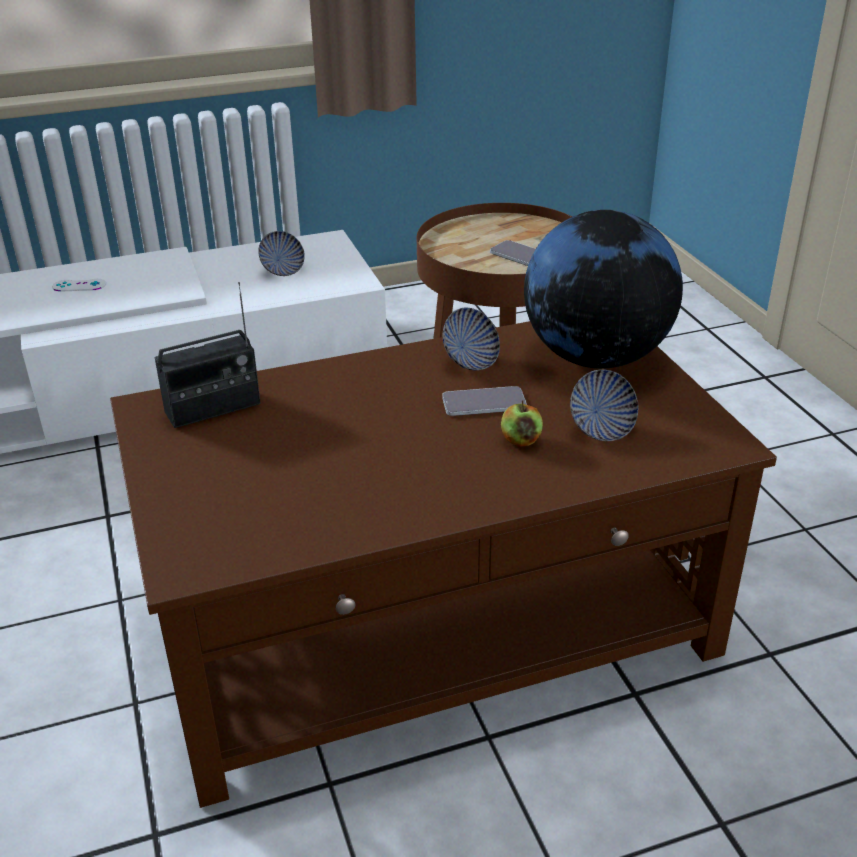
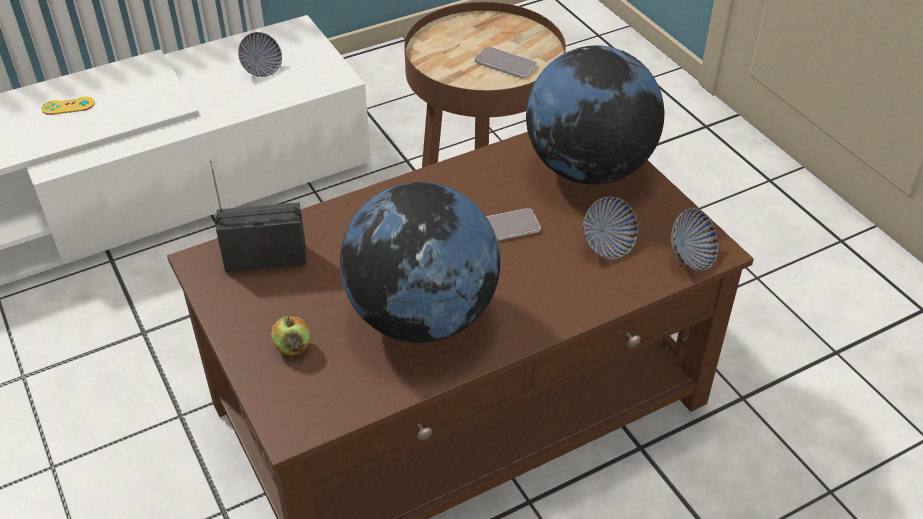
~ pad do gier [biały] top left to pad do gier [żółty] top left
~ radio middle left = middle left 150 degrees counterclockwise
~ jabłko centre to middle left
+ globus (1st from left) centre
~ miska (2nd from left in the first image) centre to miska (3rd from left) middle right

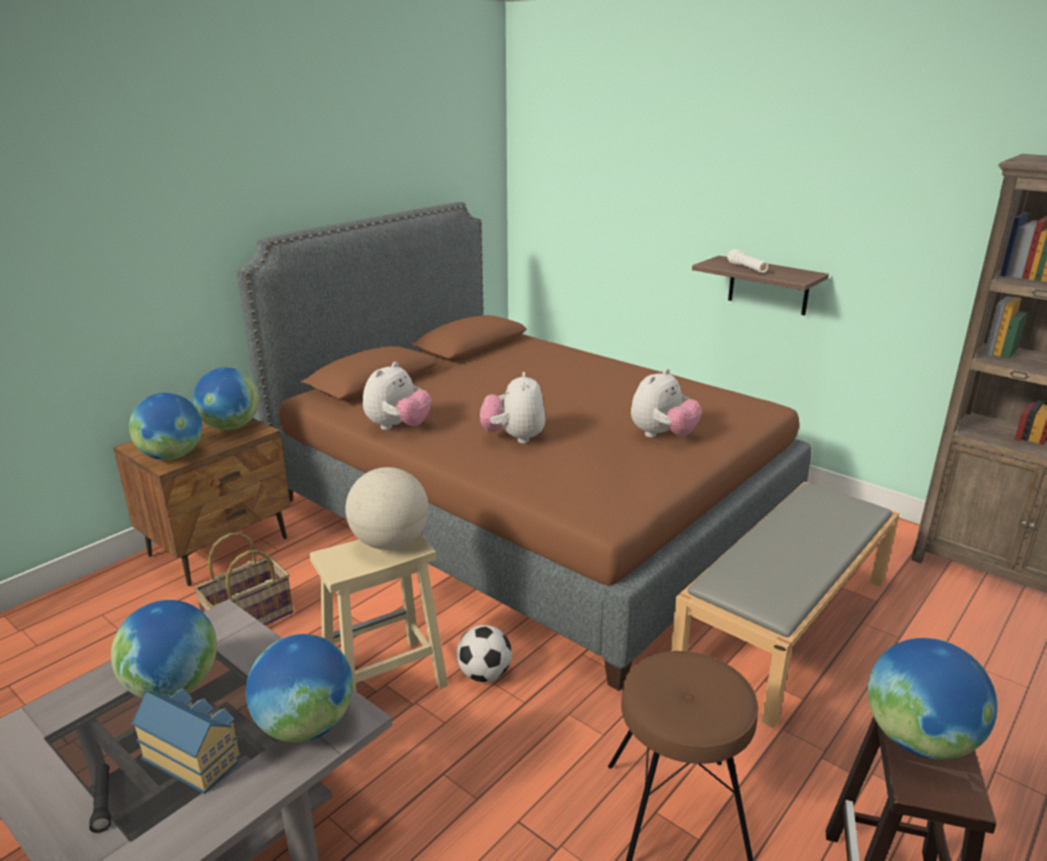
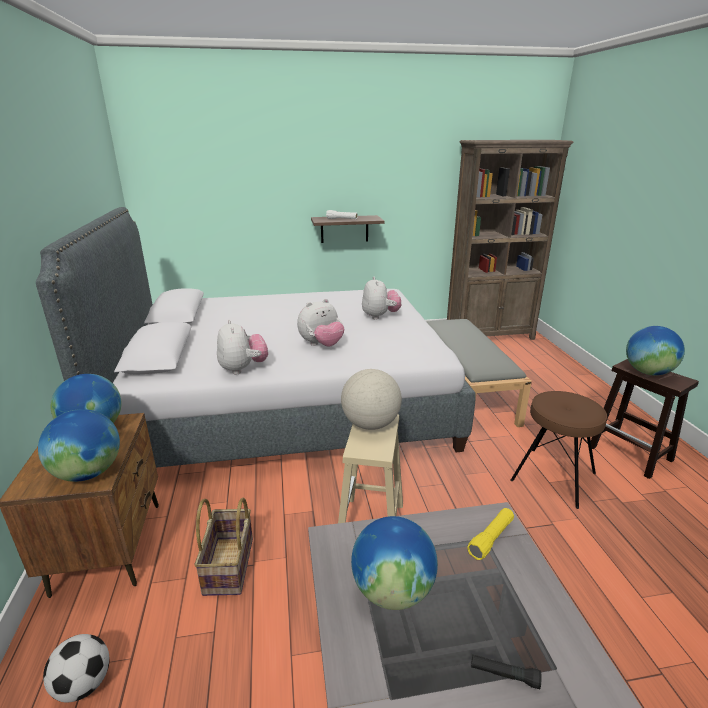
~ łóżko [brązowy] centre to łóżko [szary] centre
~ piłka futbolowa bottom centre to bottom left
~ pluszak (2nd from left) centre = centre 75 degrees counterclockwise
~ globus (4th from left) bottom left to latarka [żółty] bottom right
- domek bottom left

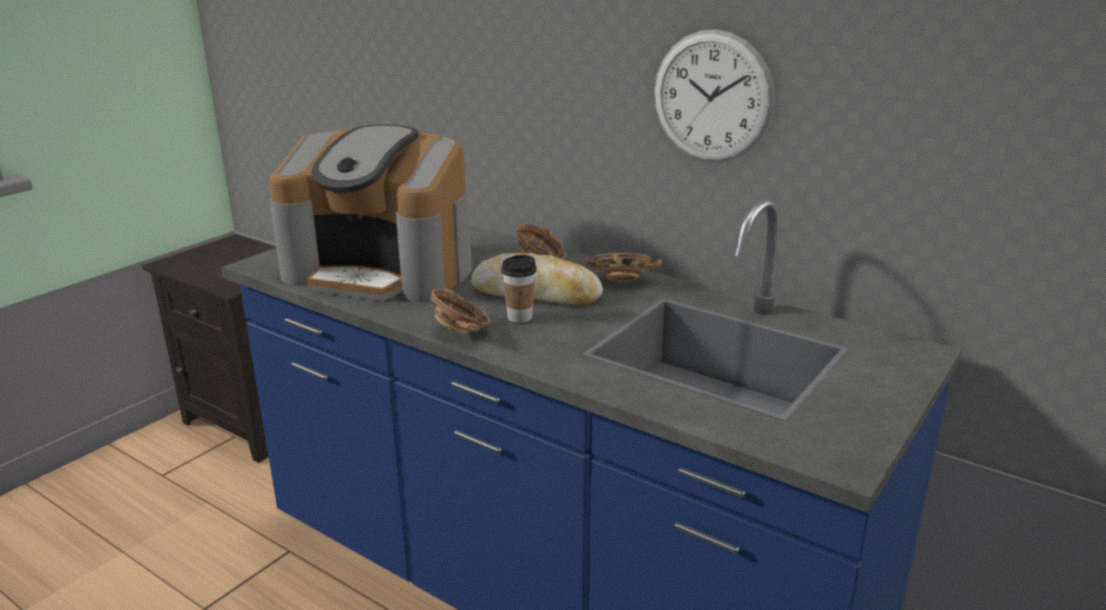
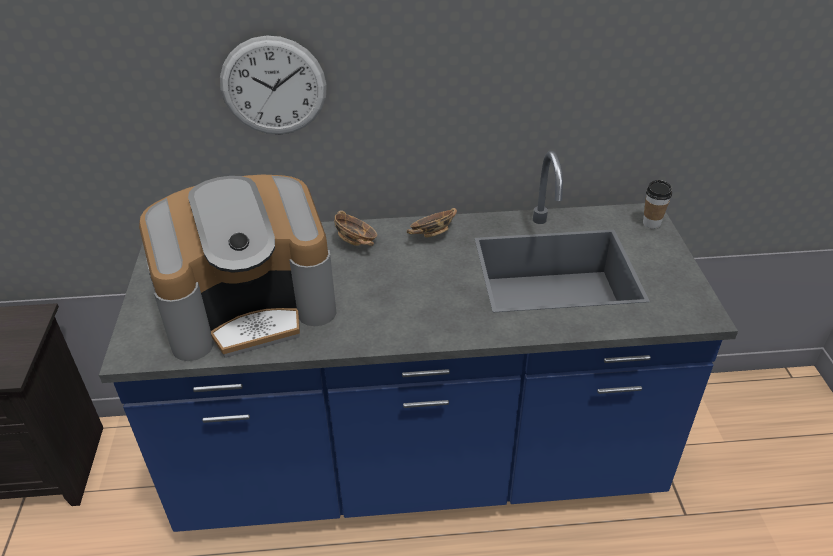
~ zegar ścienny top centre to top left
~ filiżanka centre to middle right
- miska (1st from left) centre
- chleb centre

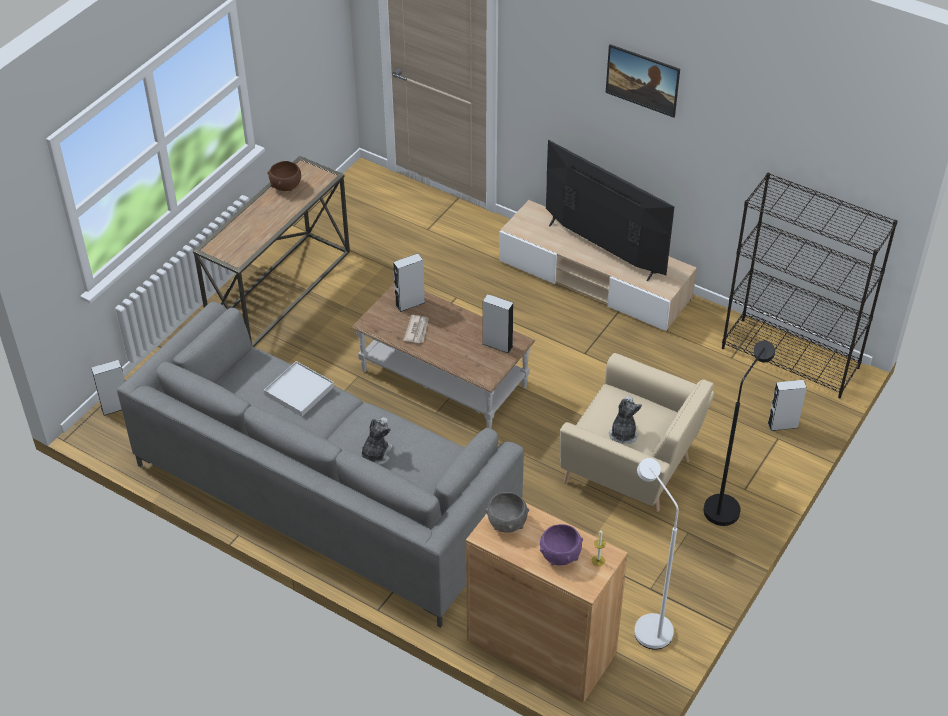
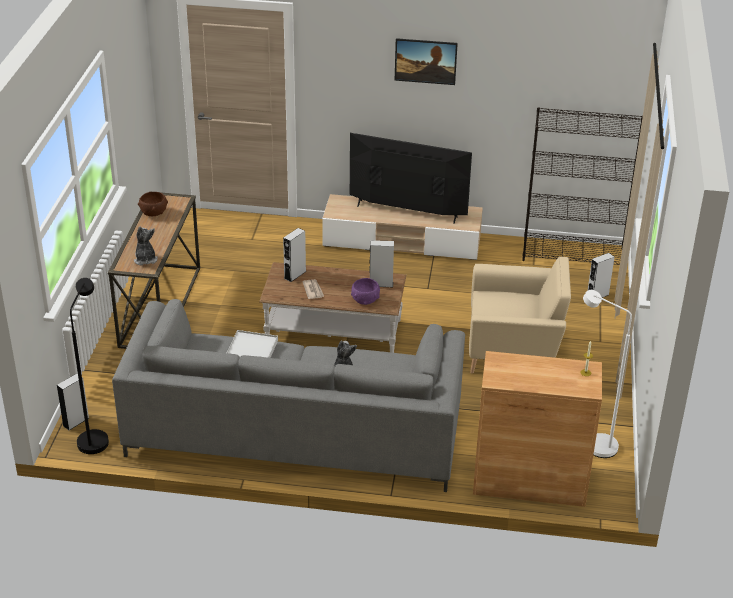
~ lampa stojąca [czarny] middle right to middle left
~ pluszak (2nd from left in the first image) centre to pluszak (1st from left) middle left
~ miska [fioletowy] bottom centre to centre
- miska [szary] bottom centre

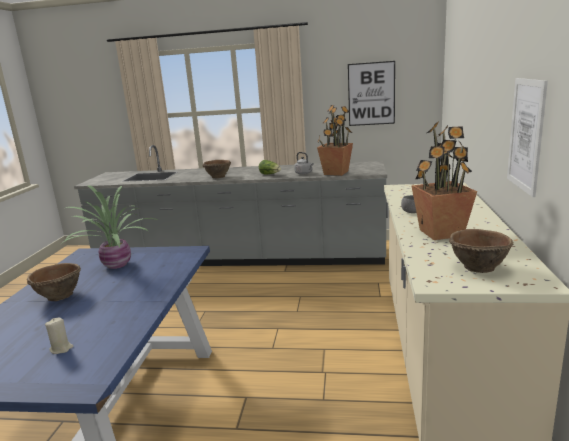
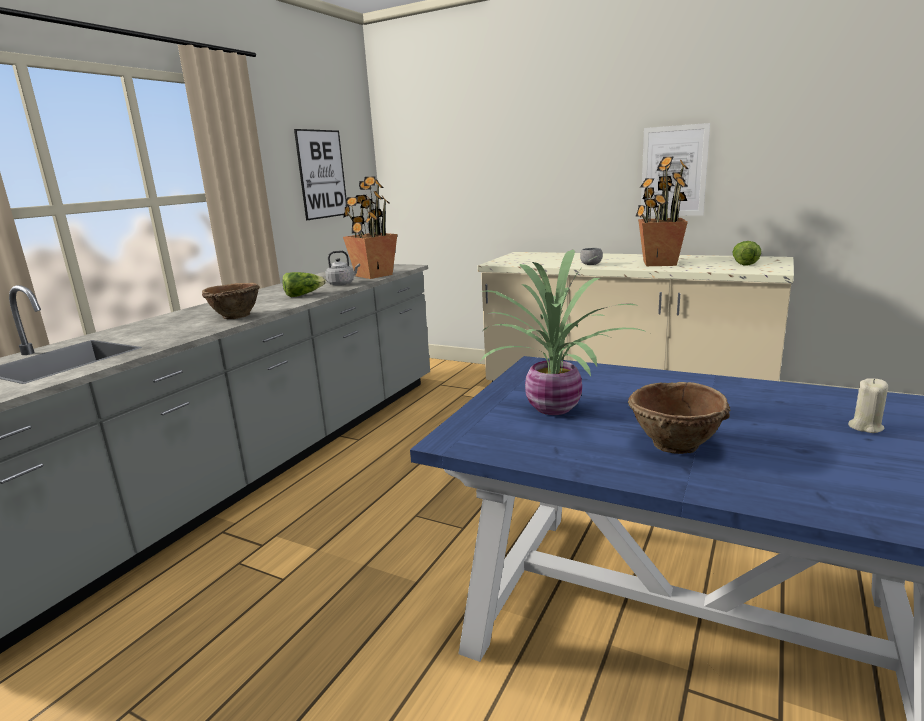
~ miska [brązowy] (3rd from left) middle right to sałata (2nd from left) middle right

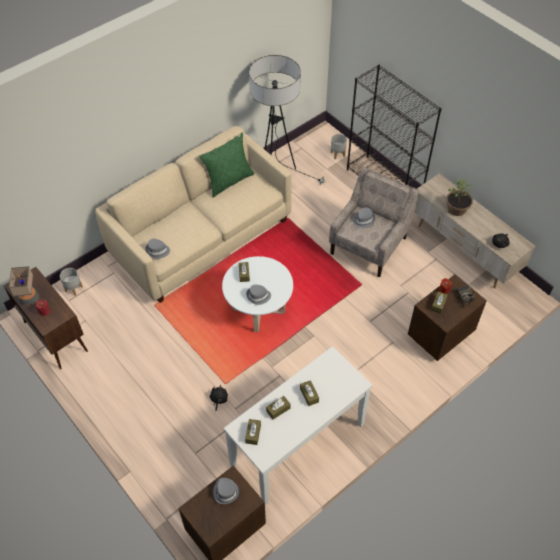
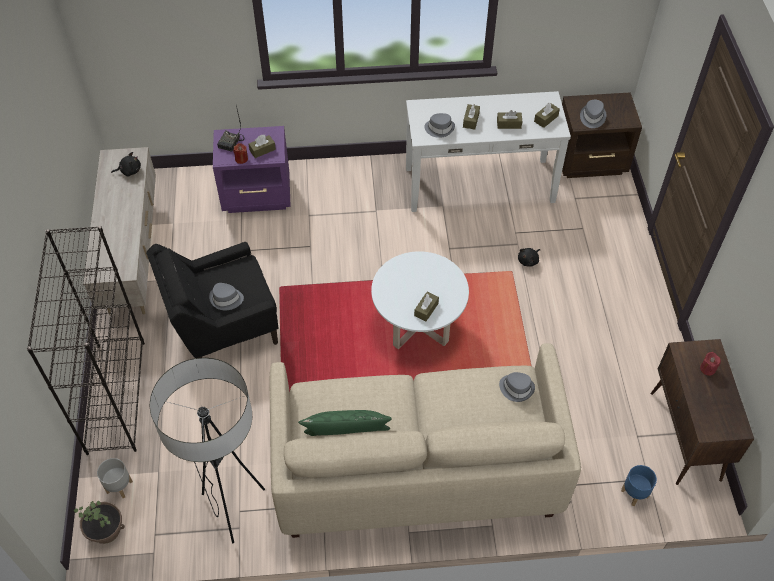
~ roślina doniczkowa middle right to bottom left
~ fotel [beżowy] middle right to fotel [czarny] middle left
~ szafka nocna [brązowy] (2nd from left) middle right to szafka nocna [fioletowy] top left
~ kapelusz [szary] (3rd from left in the first image) centre to kapelusz [szary] (2nd from left) top centre
~ donica [szary] (1st from left) middle left to donica [niebieski] bottom right
- lampa stołowa middle left

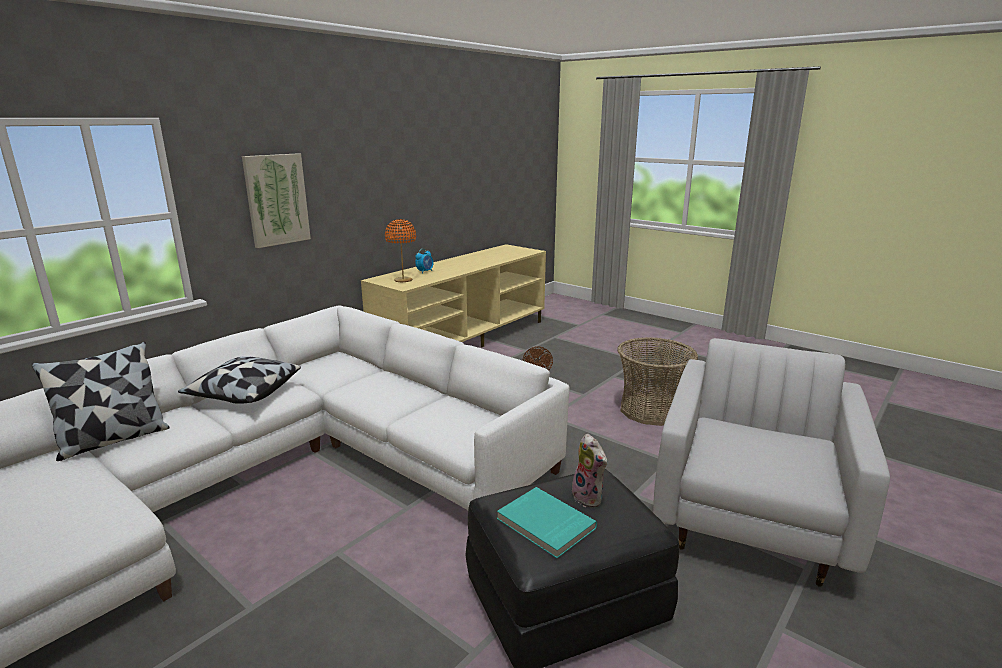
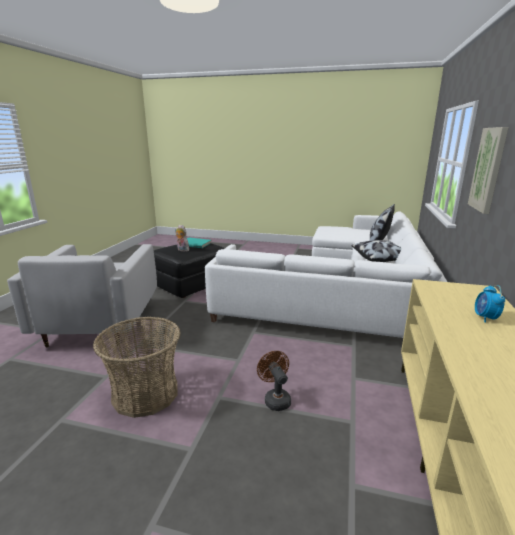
- lampa stołowa [pomarańczowy] centre

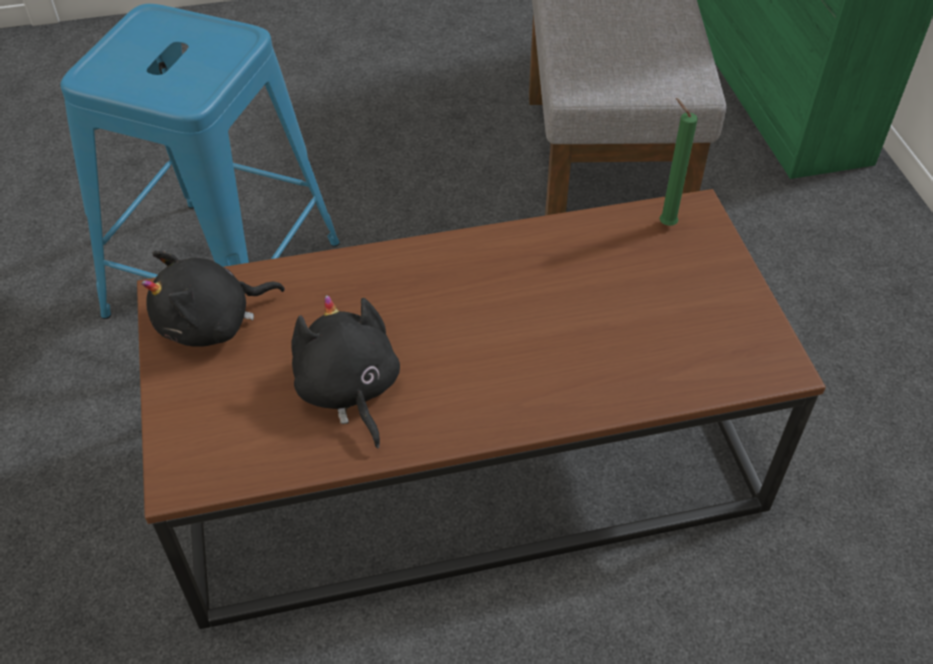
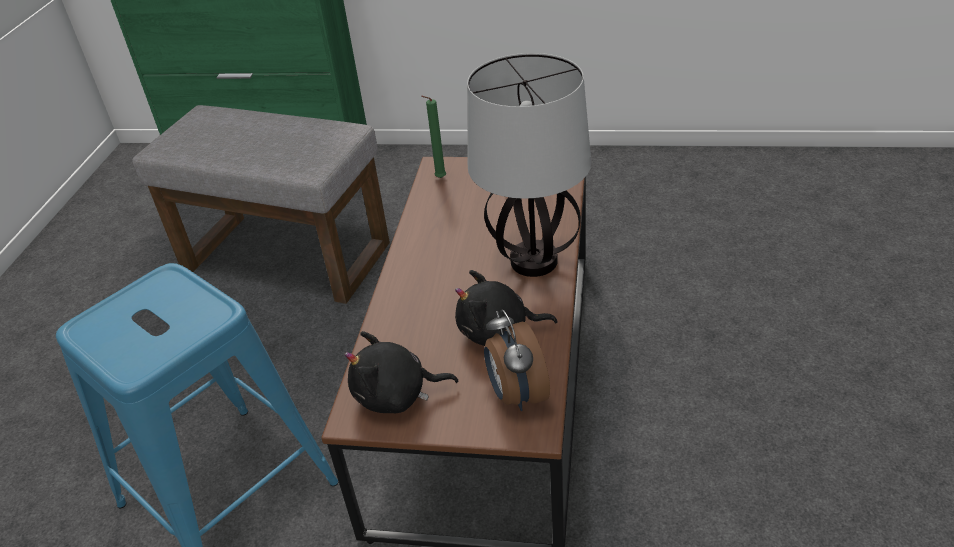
~ pluszak [czarny] (1st from left) middle left = bottom centre 90 degrees clockwise
+ lampa stołowa top centre
+ budzik centre

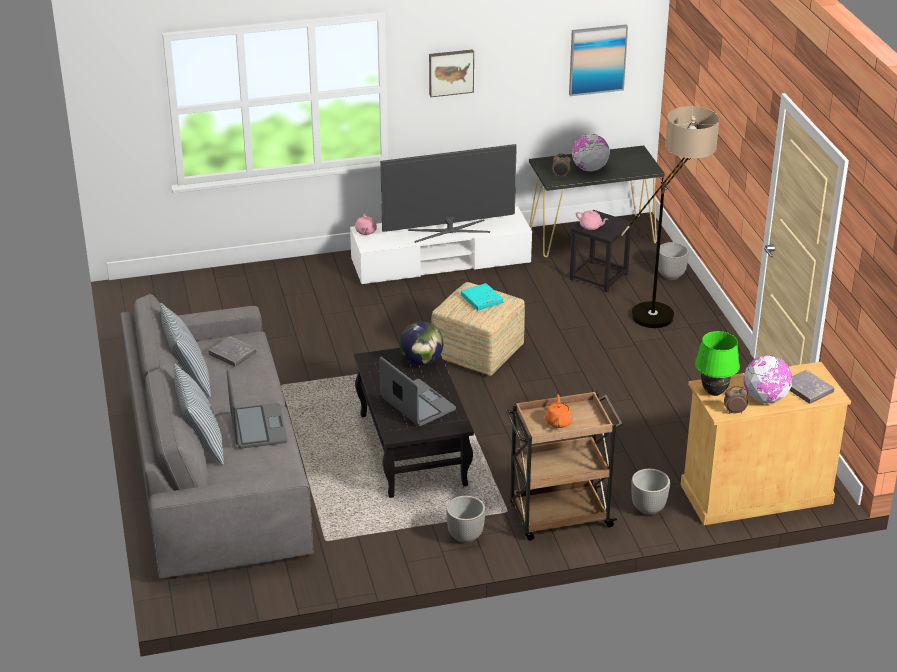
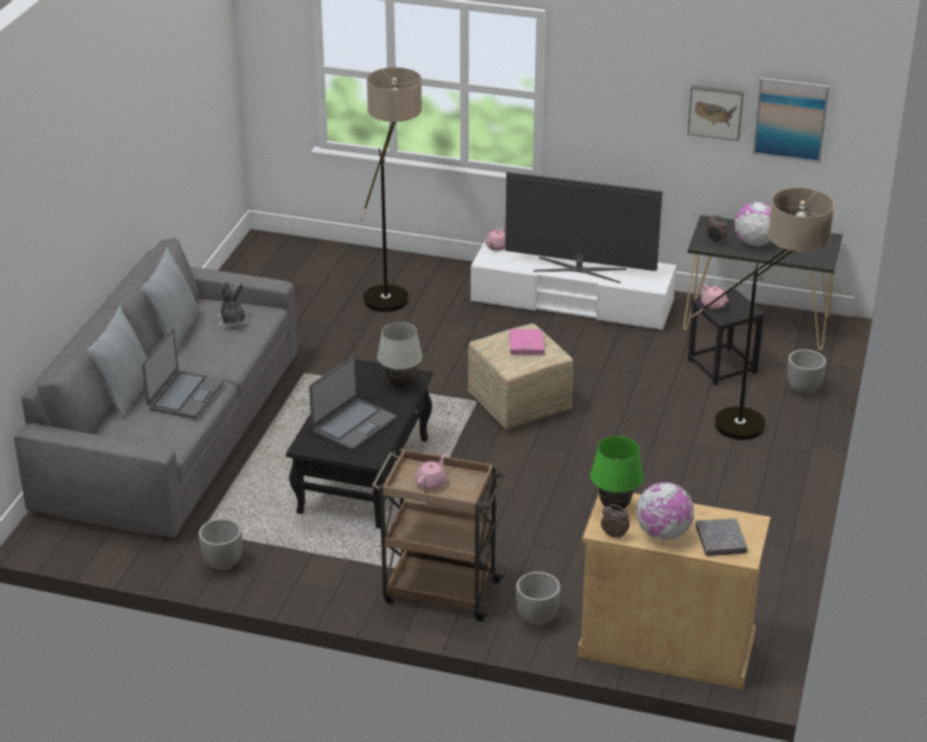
~ donica (1st from left) bottom centre to bottom left
~ książka [szary] (1st from left) middle left to pluszak middle left
~ laptop (2nd from left) centre = centre 45 degrees clockwise
+ lampa stojąca (1st from left) top centre
~ globus (1st from left) centre to lampa stołowa [biały] centre
~ imbryk [pomarańczowy] centre to imbryk [różowy] (1st from left) centre
~ książka [turkusowy] centre to książka [różowy] centre
~ obraz (1st from left) top centre to top right

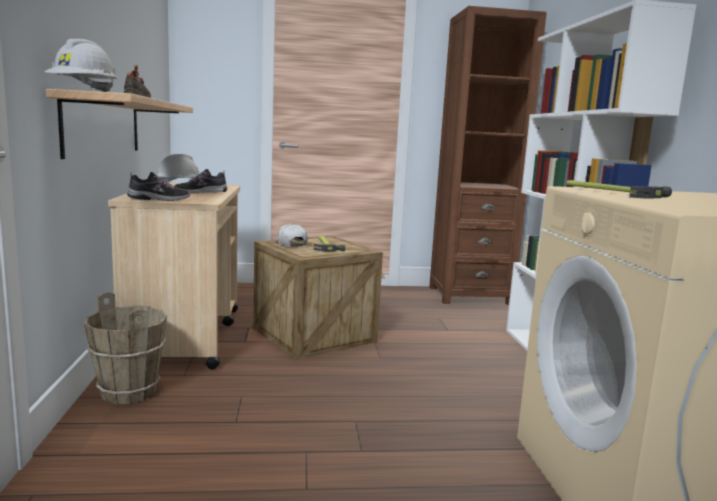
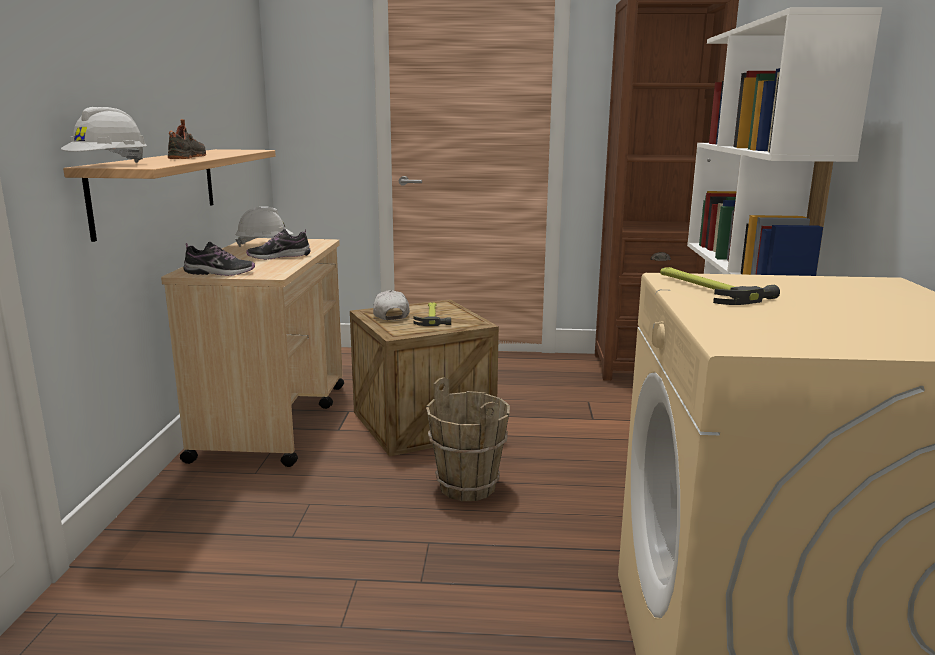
~ wiadro [brązowy] bottom left to bottom centre

